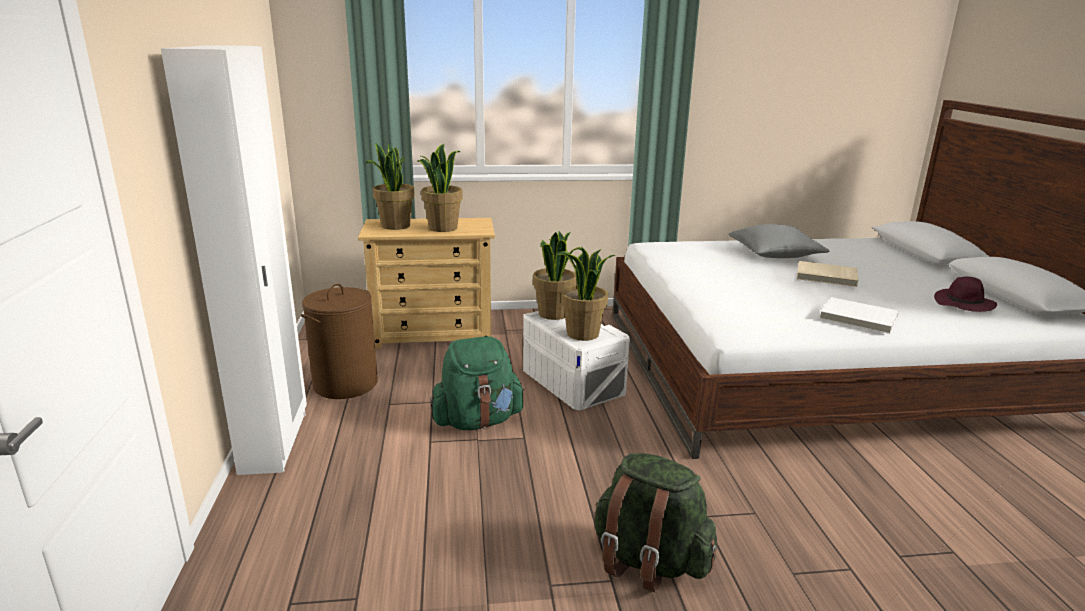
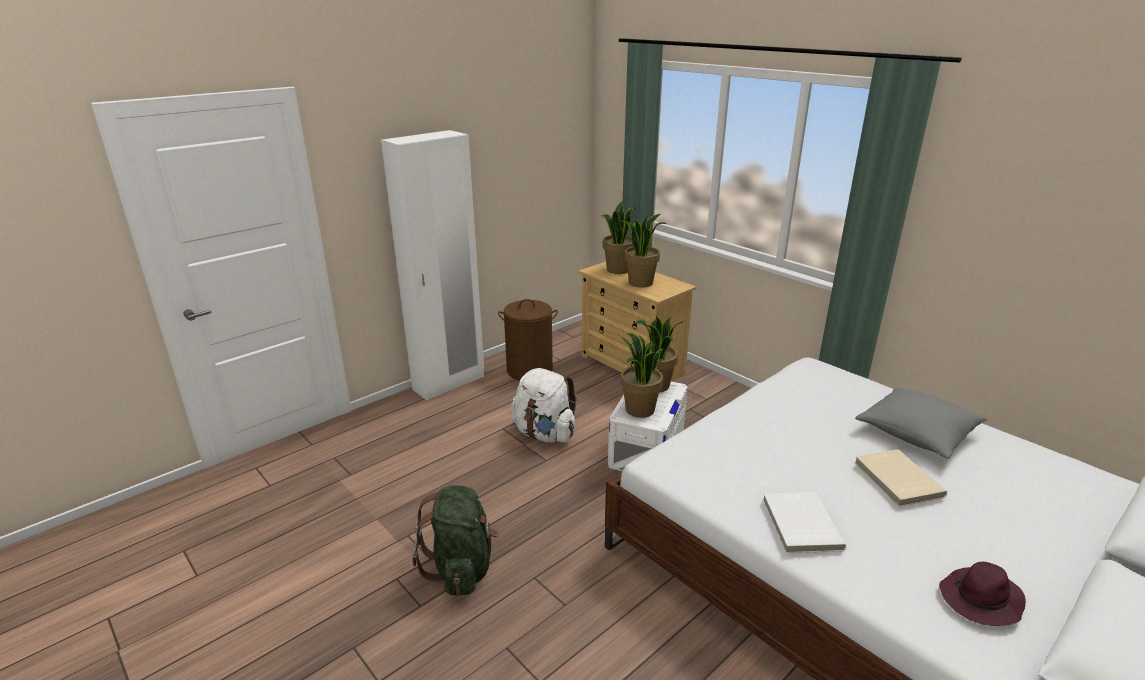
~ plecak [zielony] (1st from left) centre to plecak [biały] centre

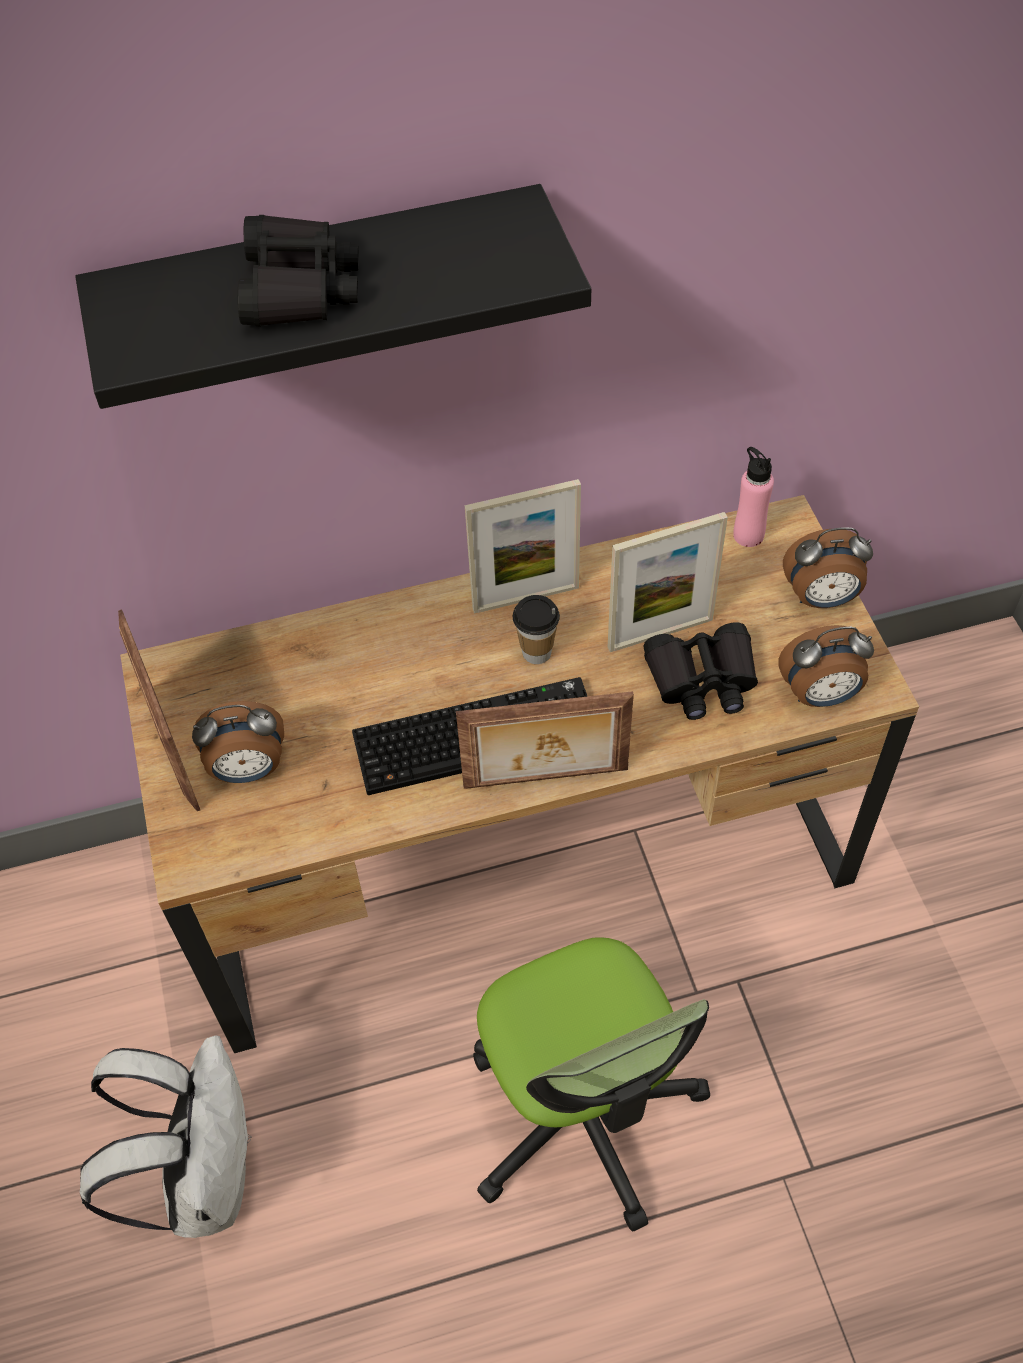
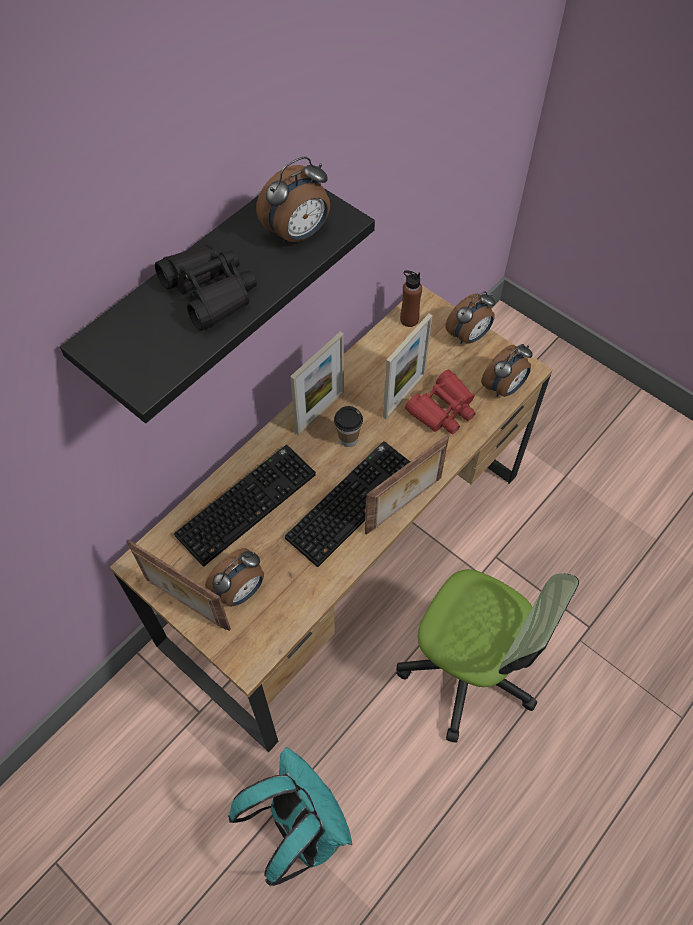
+ klawiatura (1st from left) centre
~ plecak [biały] bottom left to plecak [turkusowy] bottom centre
+ budzik (2nd from left) top centre
~ butelka [różowy] middle right to butelka [brązowy] top centre
~ lornetka [czarny] (2nd from left) middle right to lornetka [czerwony] centre

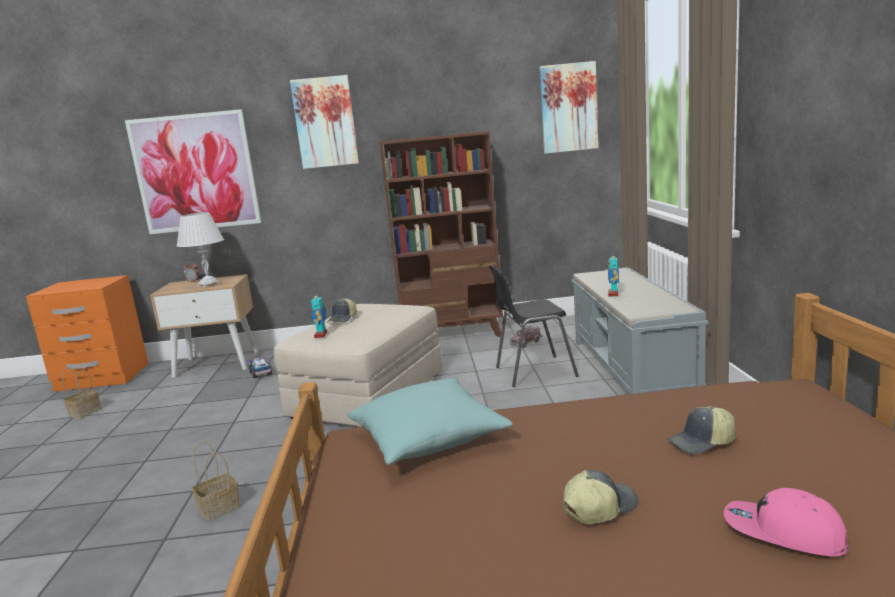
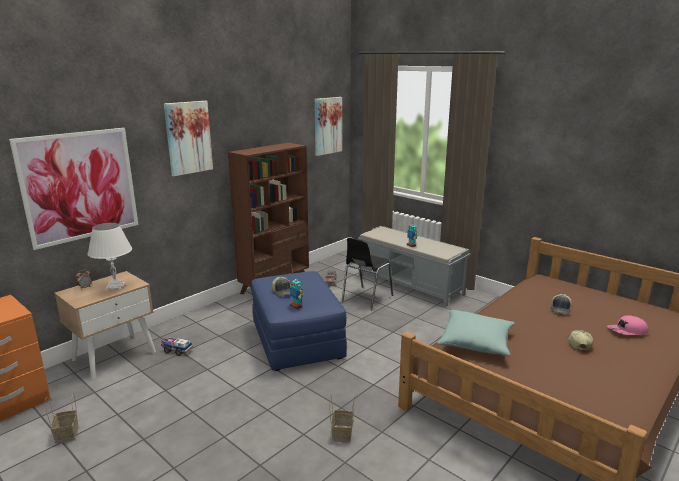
~ pufa [beżowy] centre to pufa [niebieski] bottom centre

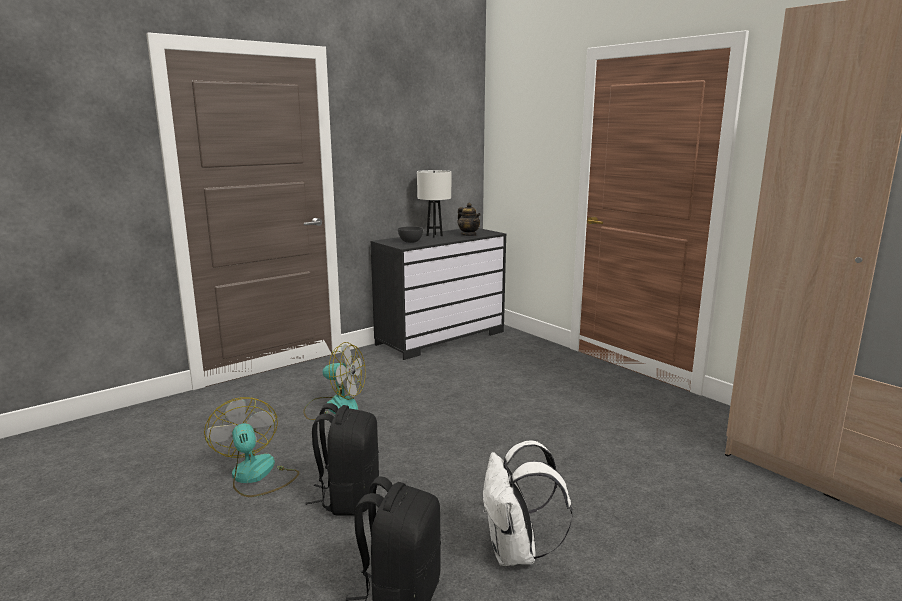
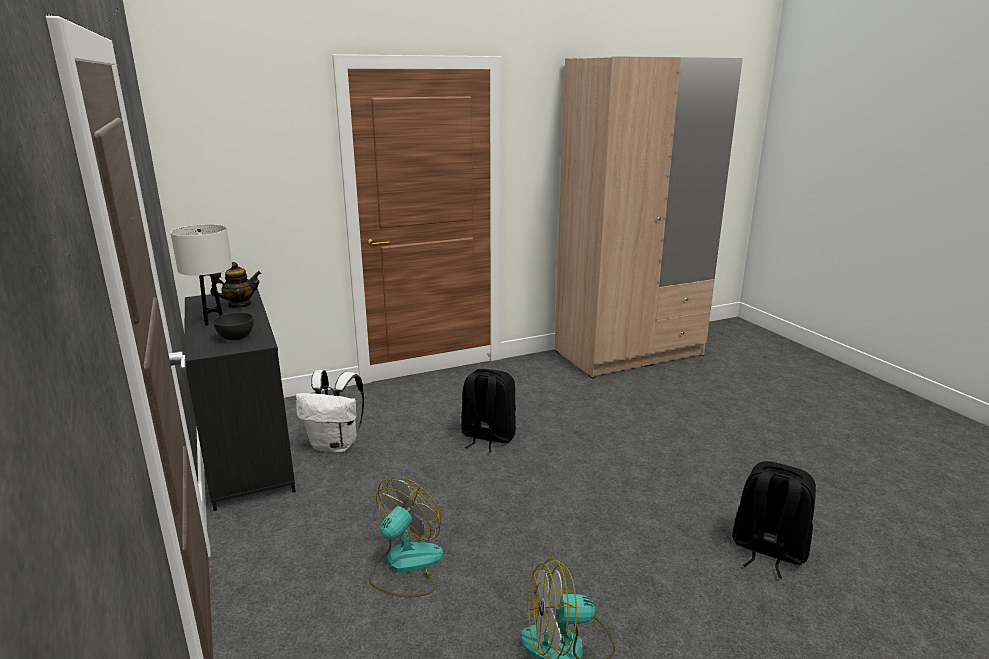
~ plecak [biały] bottom centre to middle left
~ plecak [czarny] (1st from left) bottom centre to centre

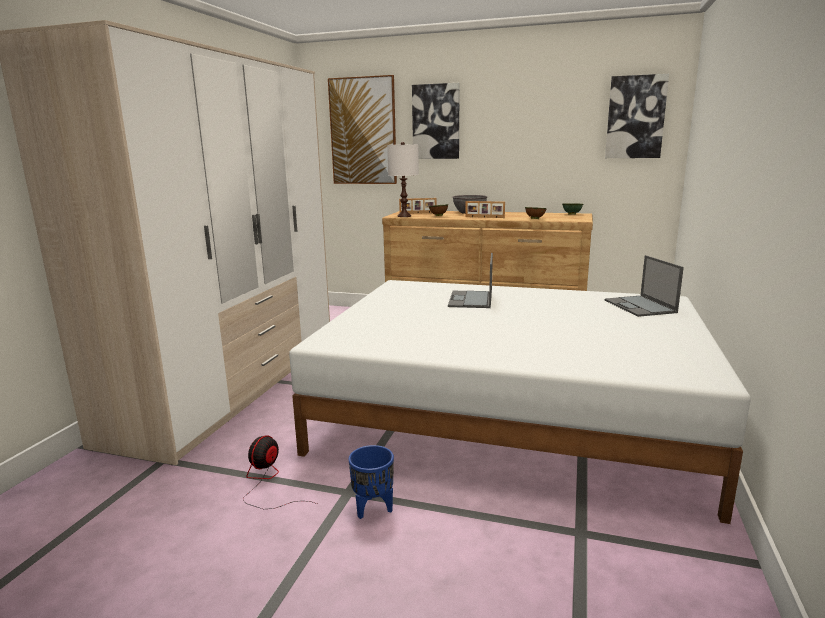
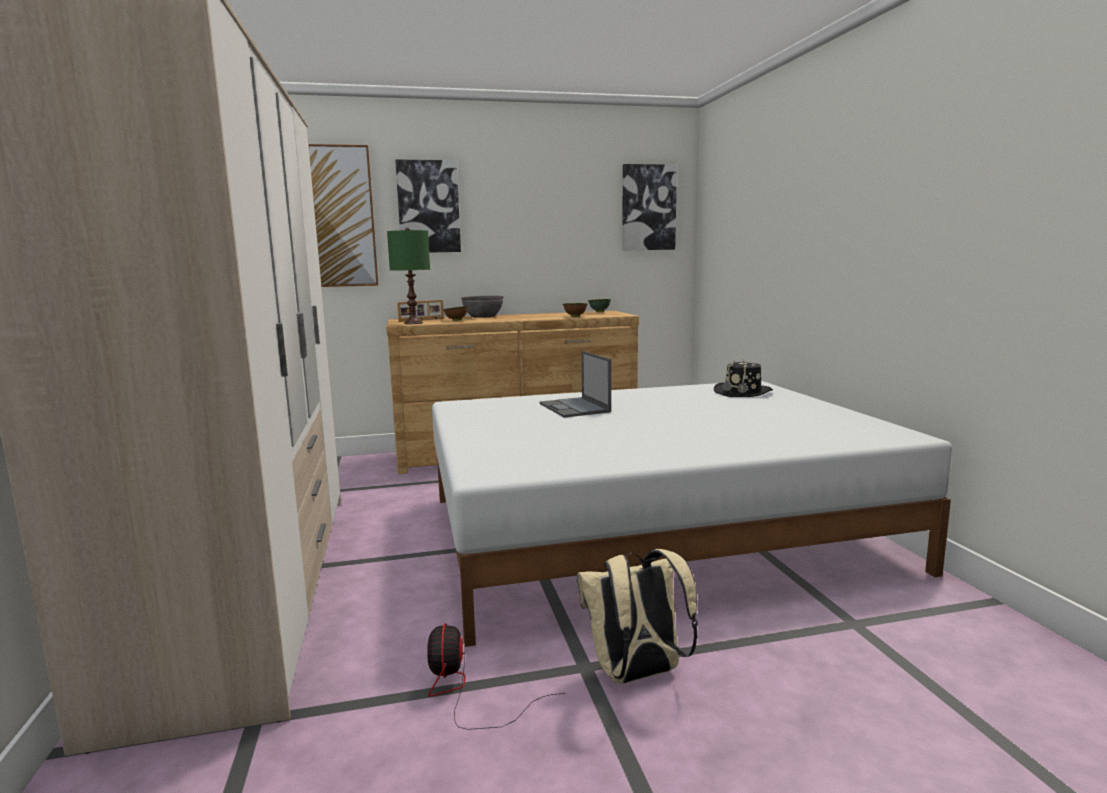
~ lampa stołowa [biały] top centre to lampa stołowa [zielony] centre
~ donica [niebieski] bottom centre to plecak [beżowy] bottom centre
~ laptop (2nd from left) middle right to kapelusz [czarny] middle right
- ramka na zdjęcie (2nd from left) centre

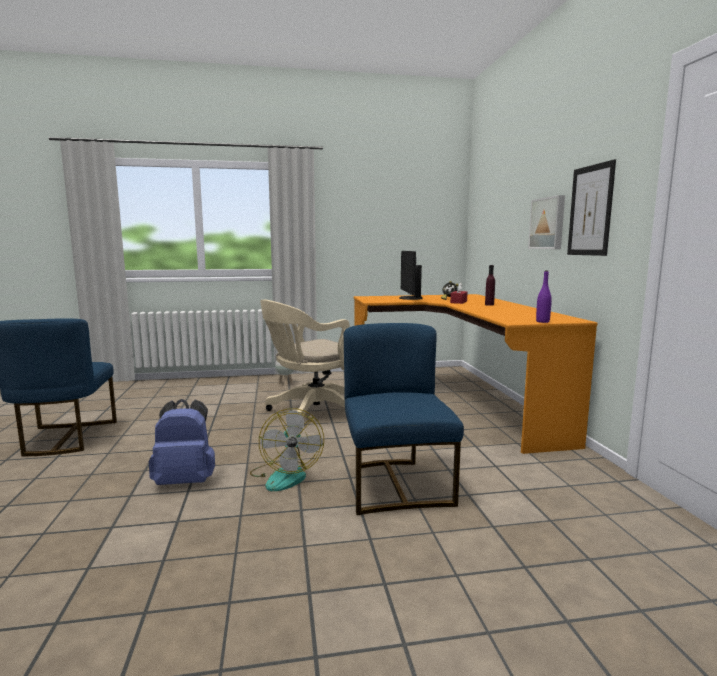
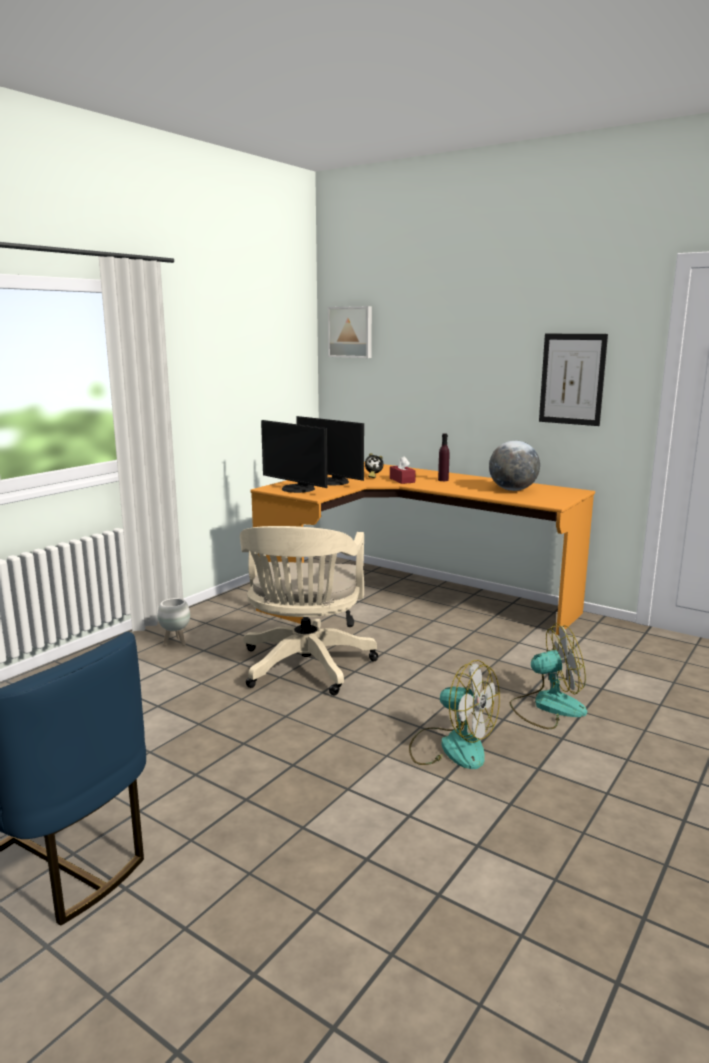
+ monitor (1st from left) centre
~ obraz (1st from left) top right to top centre
+ globus middle right
~ krzesło [niebieski] (2nd from left) centre to wentylator (2nd from left) middle right
- plecak [niebieski] middle left
- butelka [fioletowy] (2nd from left) middle right

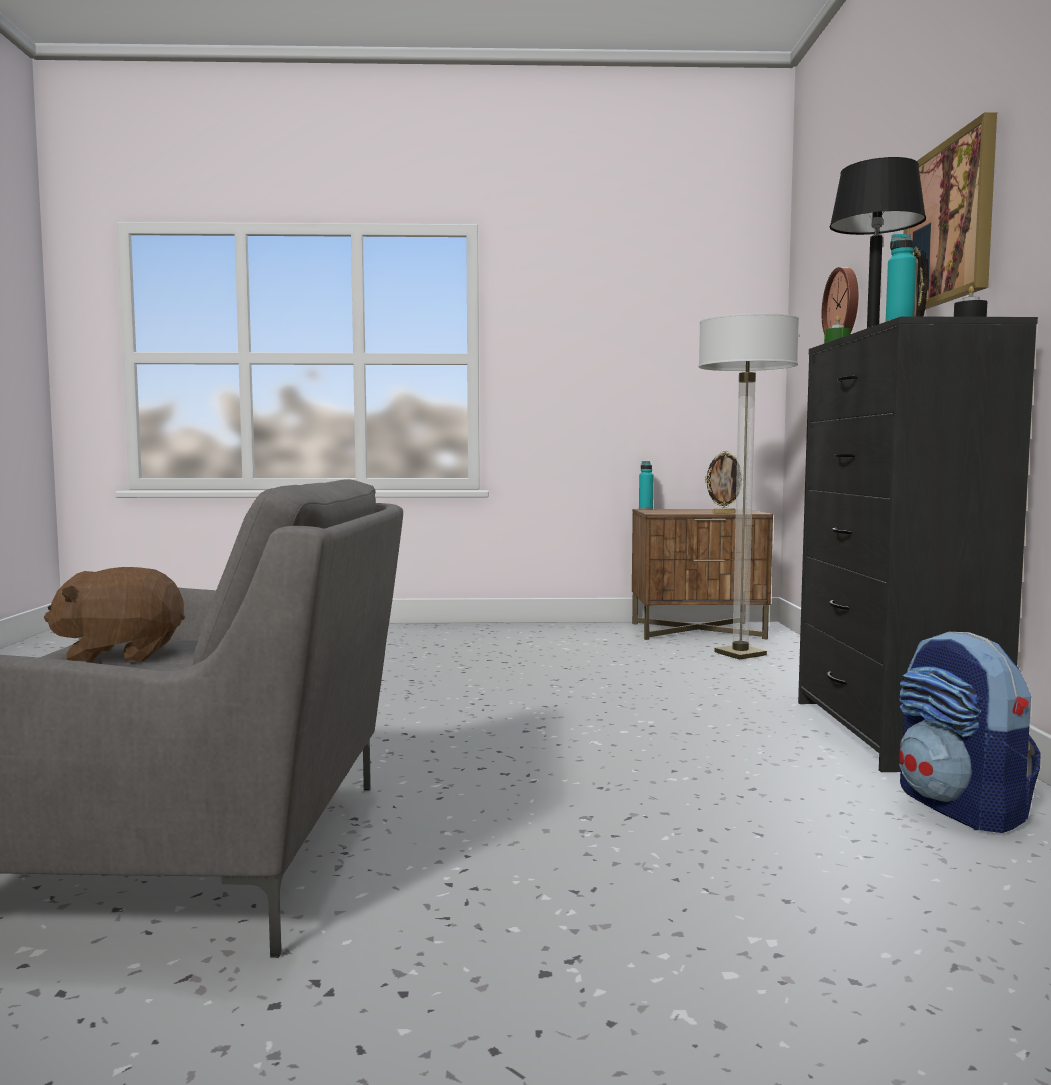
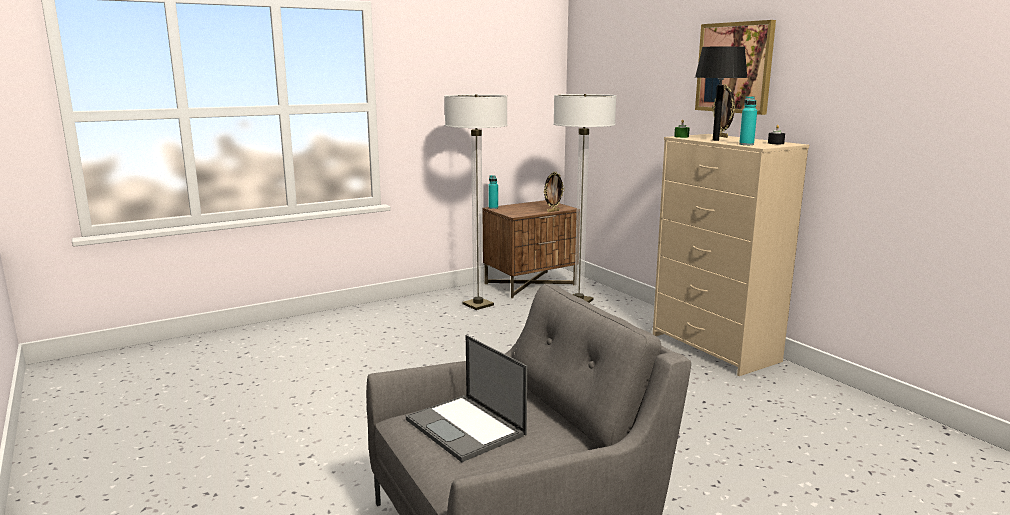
~ pluszak [brązowy] middle left to laptop bottom centre
+ lampa stojąca (1st from left) centre
~ komoda [czarny] middle right to komoda [beżowy] middle right
- zegar ścienny top right
- plecak bottom right

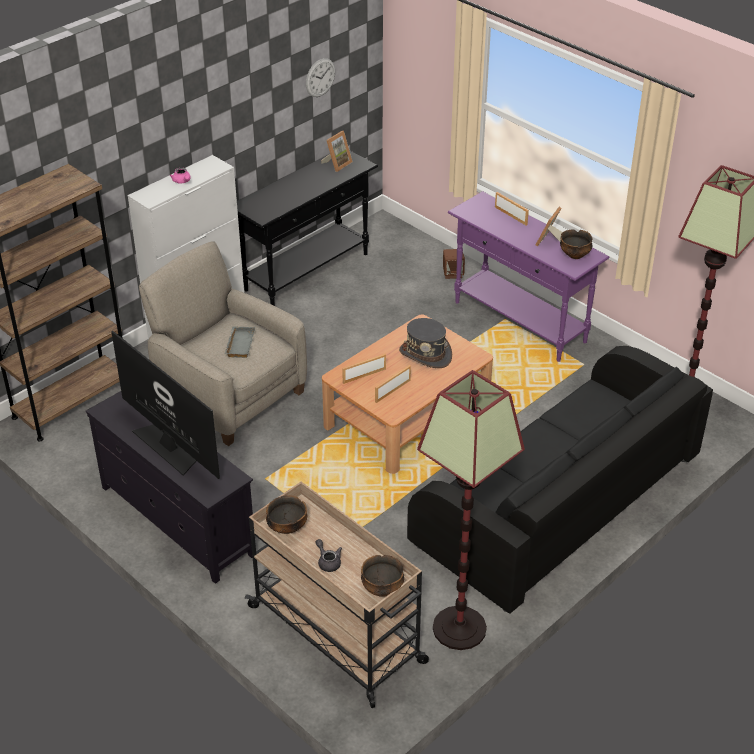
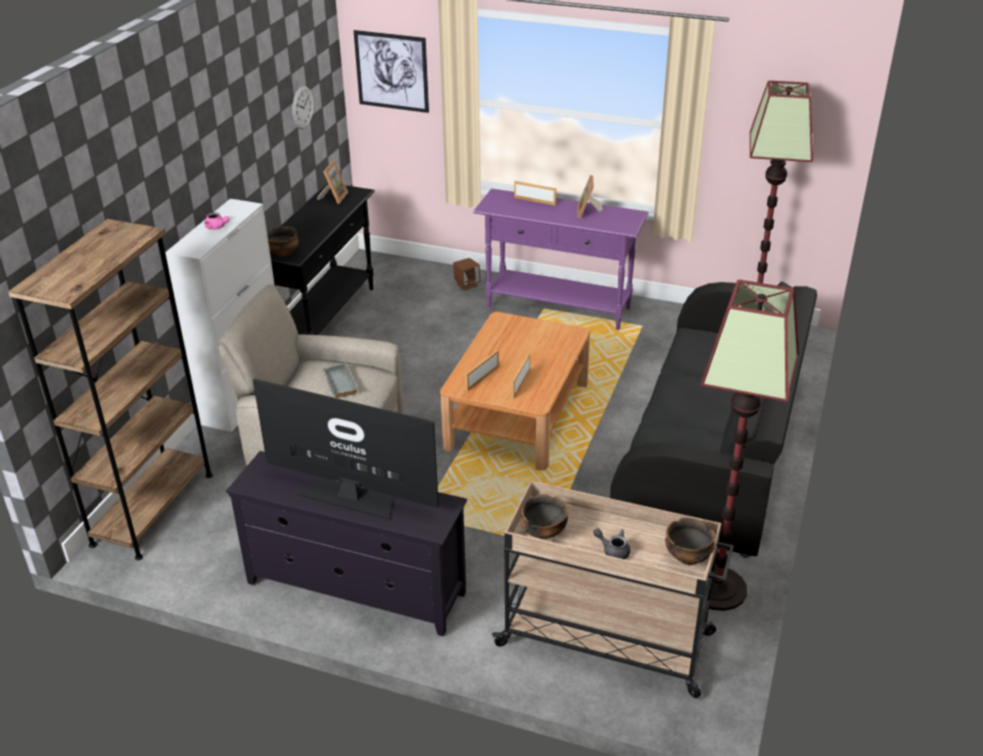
~ miska (3rd from left in the first image) top right to miska (1st from left) top left
+ obraz top centre
- kapelusz [szary] centre

